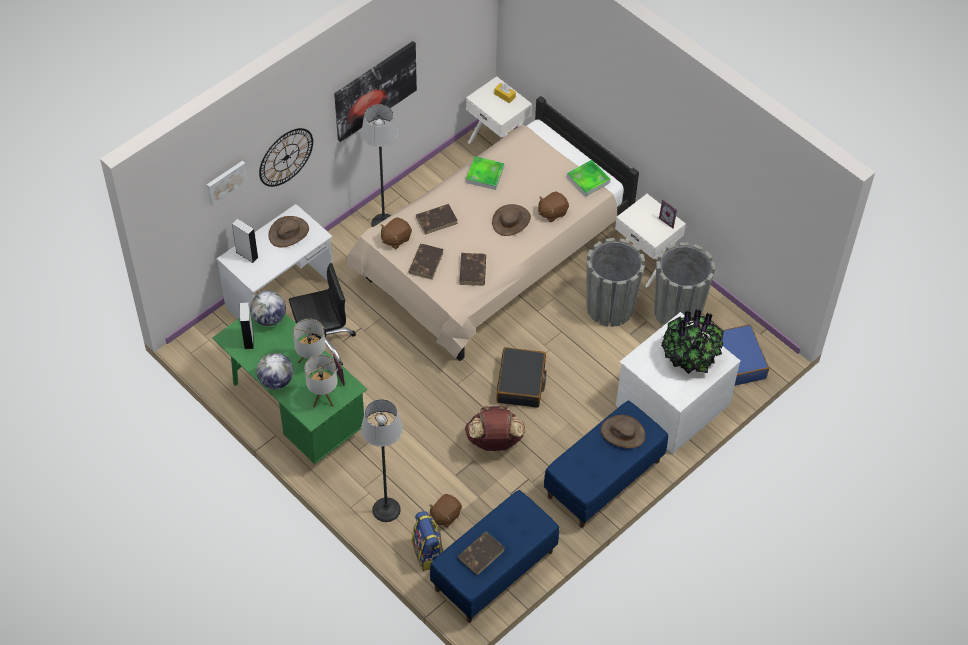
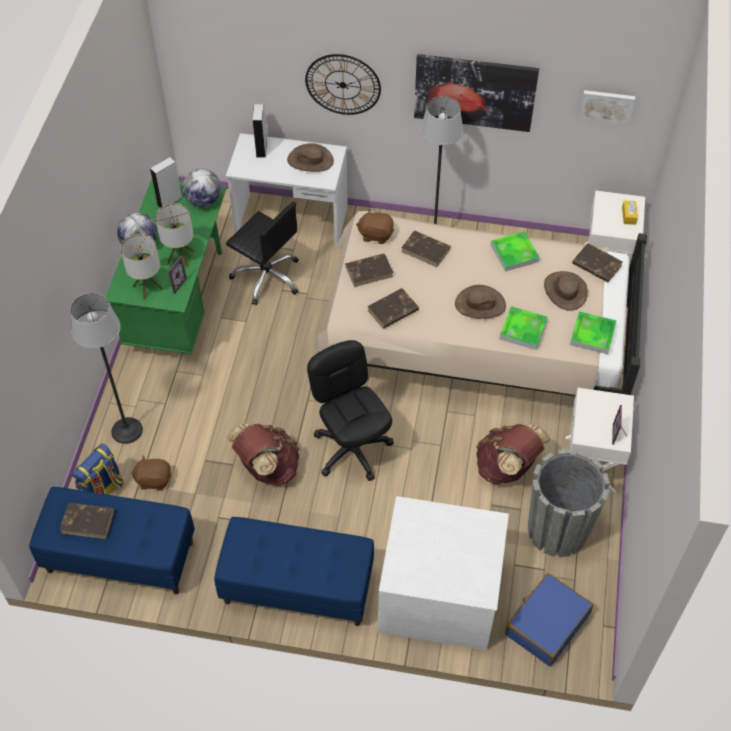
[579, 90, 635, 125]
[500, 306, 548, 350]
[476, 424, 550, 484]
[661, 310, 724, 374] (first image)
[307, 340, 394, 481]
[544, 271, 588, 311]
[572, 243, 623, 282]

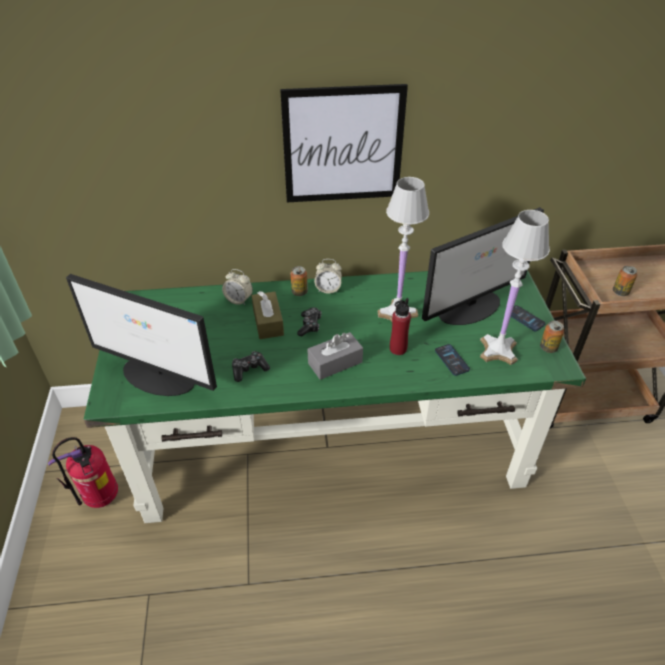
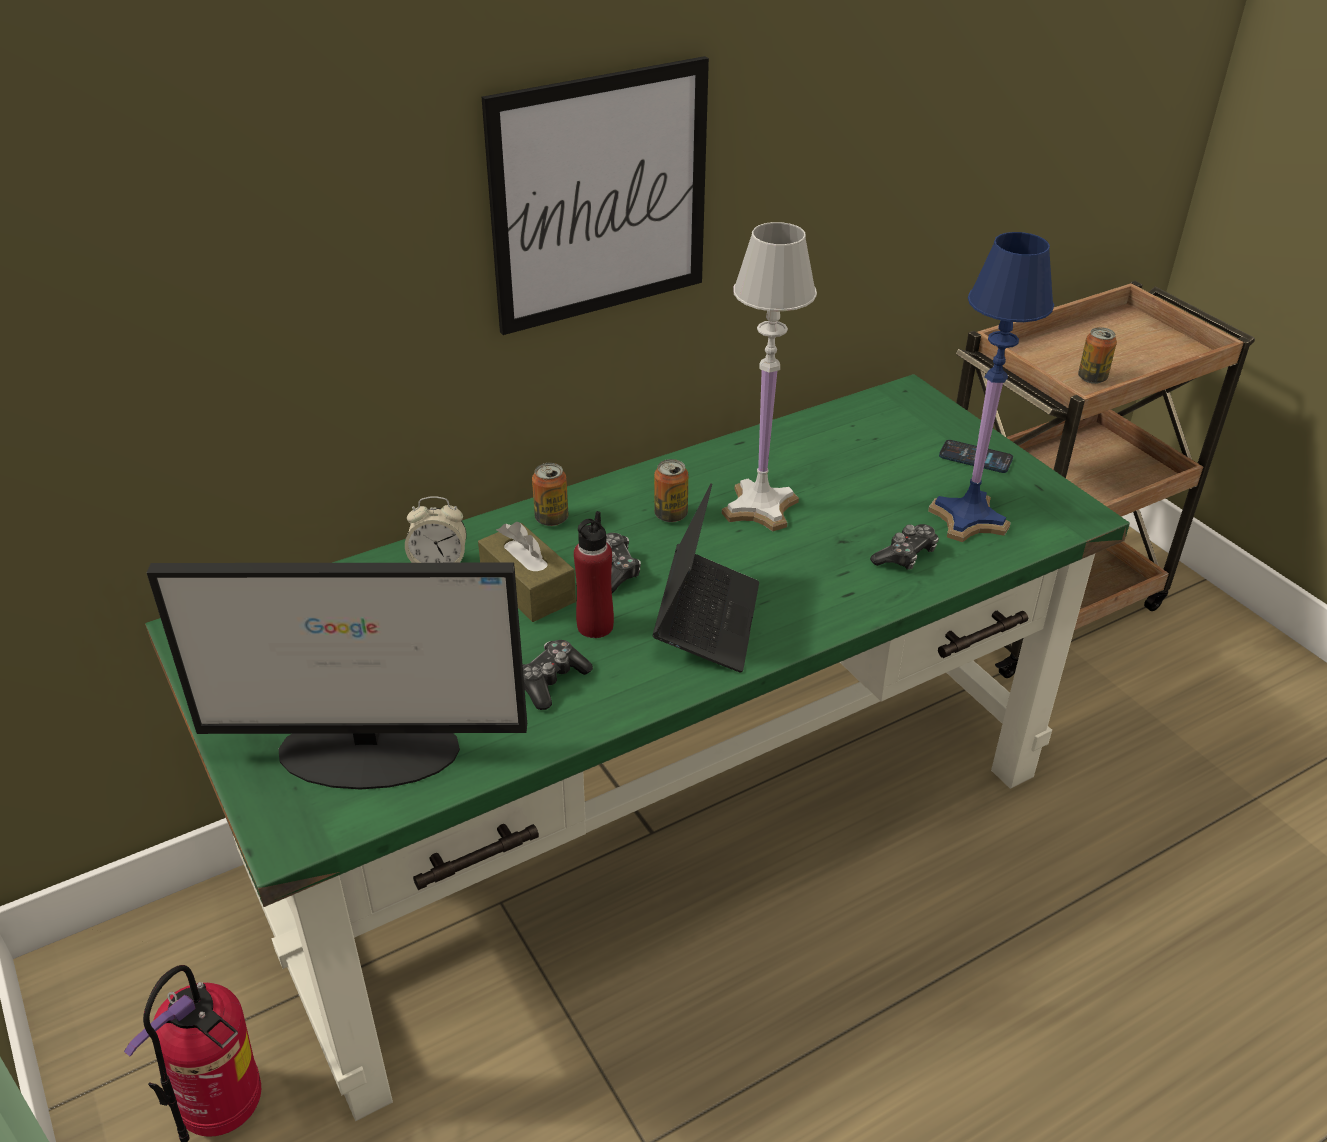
[422, 207, 544, 325] (first image)
[928, 232, 1054, 542]
[314, 259, 342, 293] (first image)
[574, 511, 614, 638]
[654, 459, 688, 522]
[652, 483, 759, 673]
[870, 524, 939, 570]

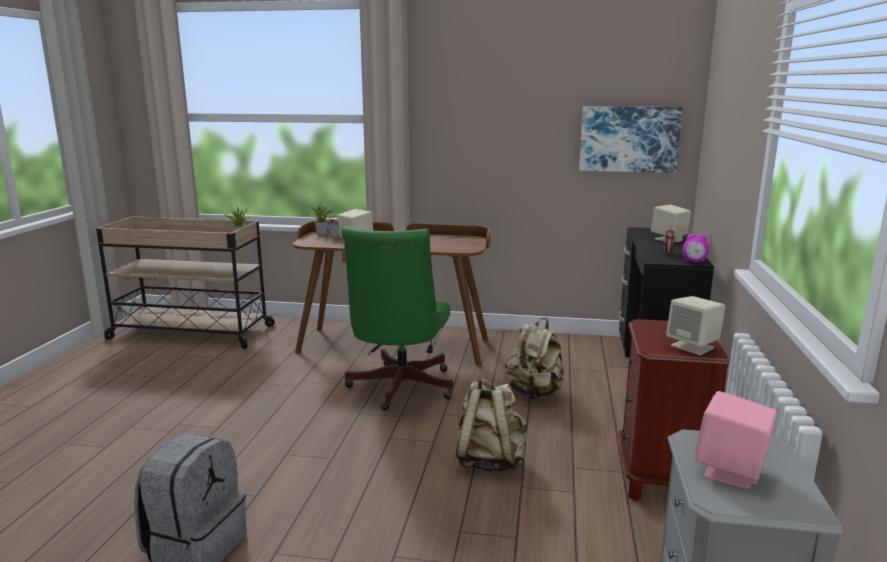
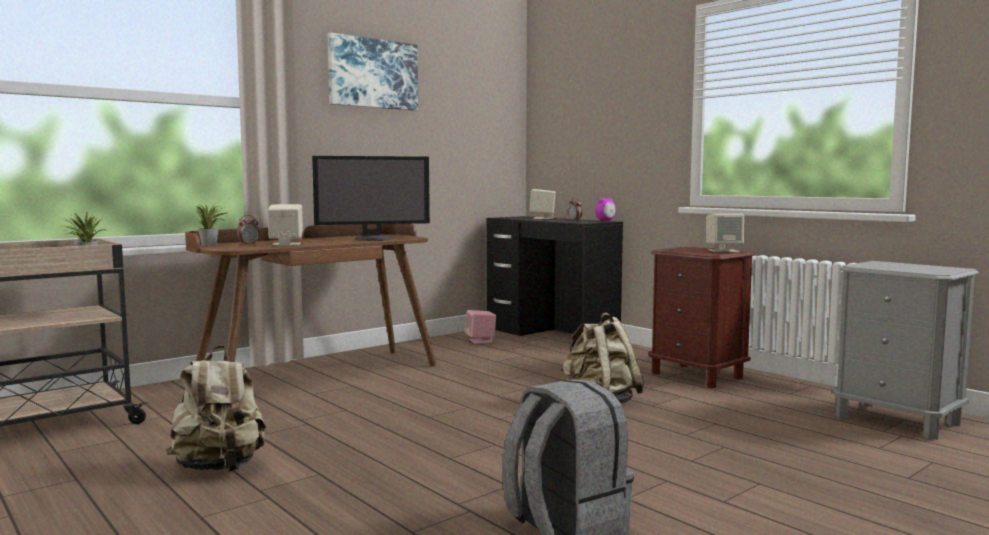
[328, 33, 418, 110]
[341, 226, 453, 411] (first image)
[166, 345, 266, 472]
[465, 310, 496, 344]
[312, 156, 430, 241]

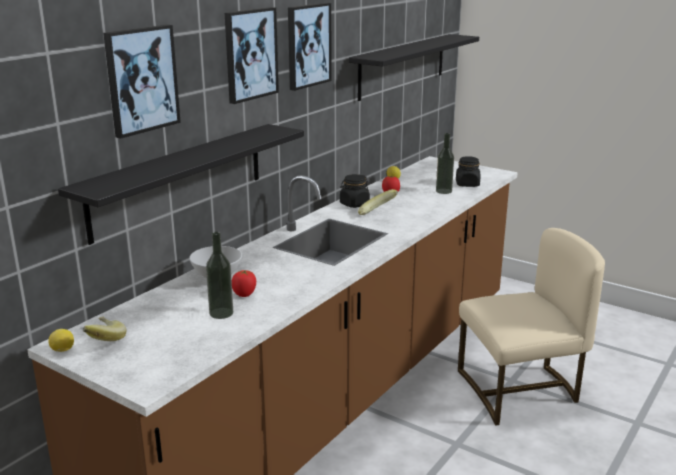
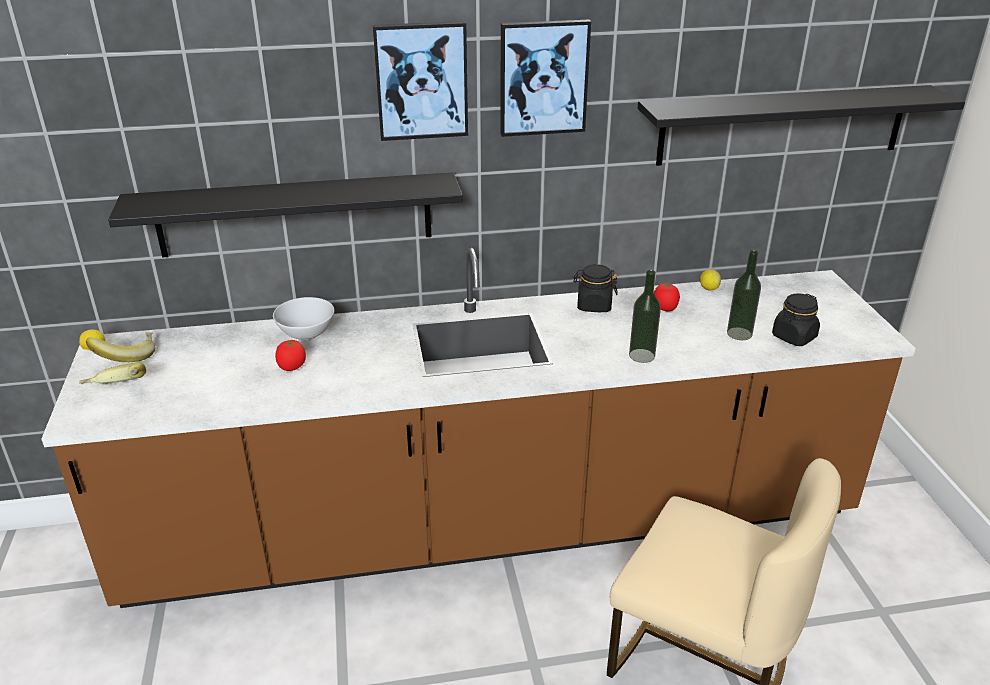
[103, 25, 181, 139] (first image)
[79, 362, 146, 384]
[629, 270, 661, 363]

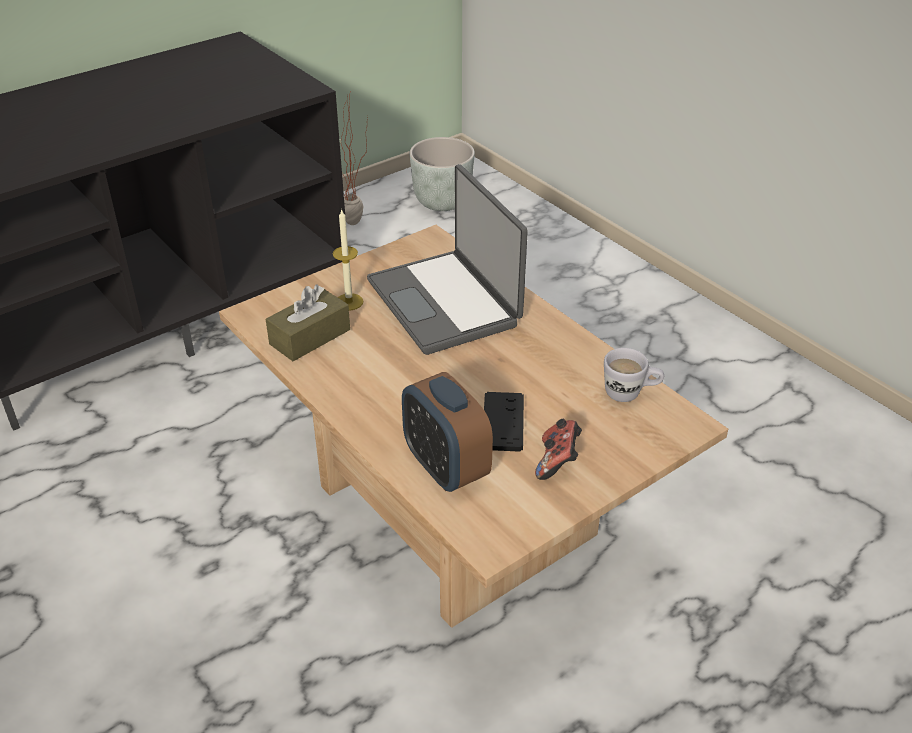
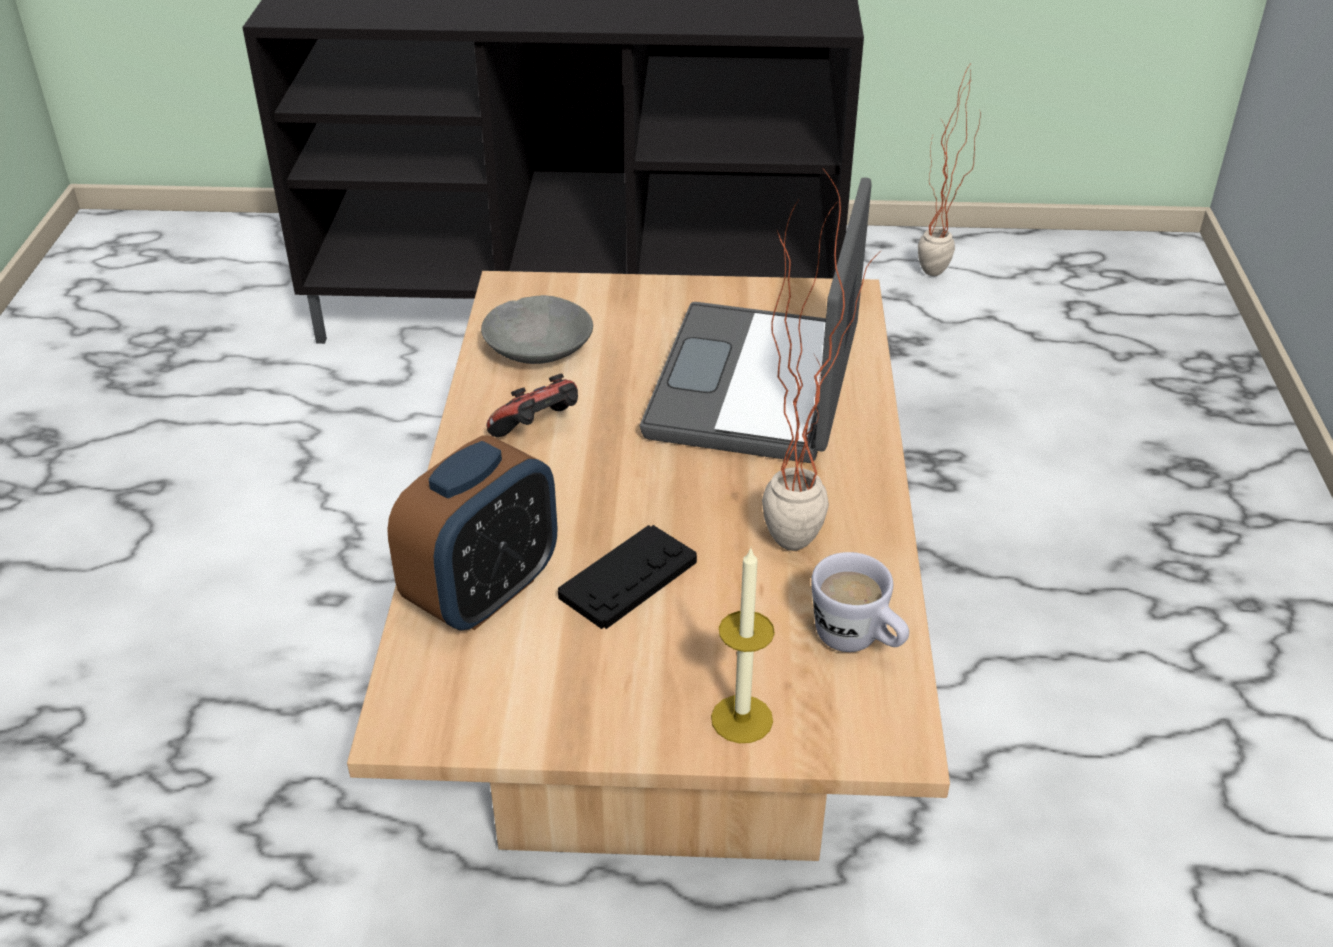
[409, 137, 475, 211] (first image)
[711, 547, 775, 743]
[481, 295, 593, 364]
[387, 435, 557, 631]
[486, 373, 578, 437]
[762, 170, 881, 551]

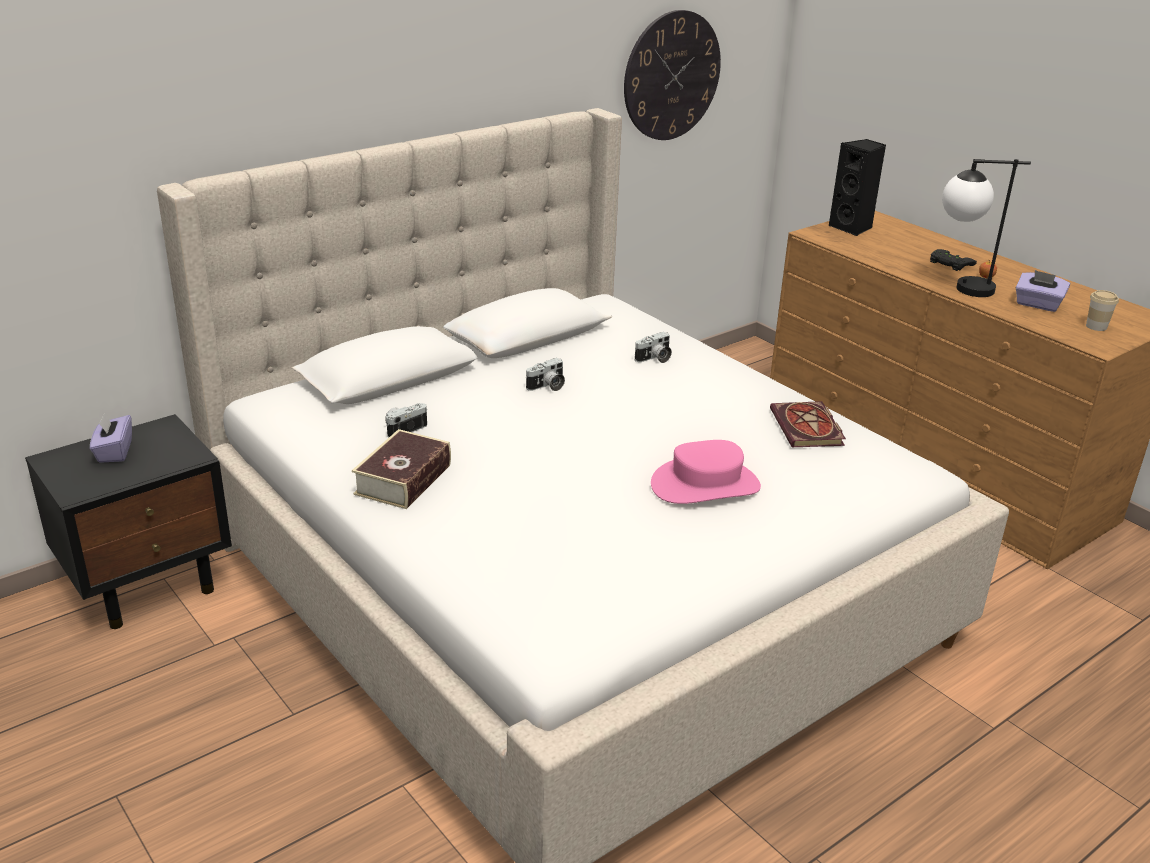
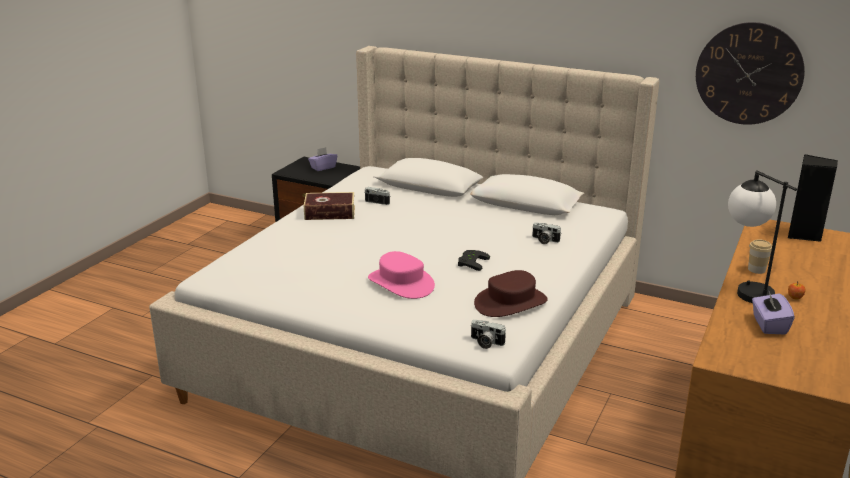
[458, 250, 490, 271]
[748, 239, 772, 274]
[470, 320, 507, 349]
[474, 270, 548, 317]

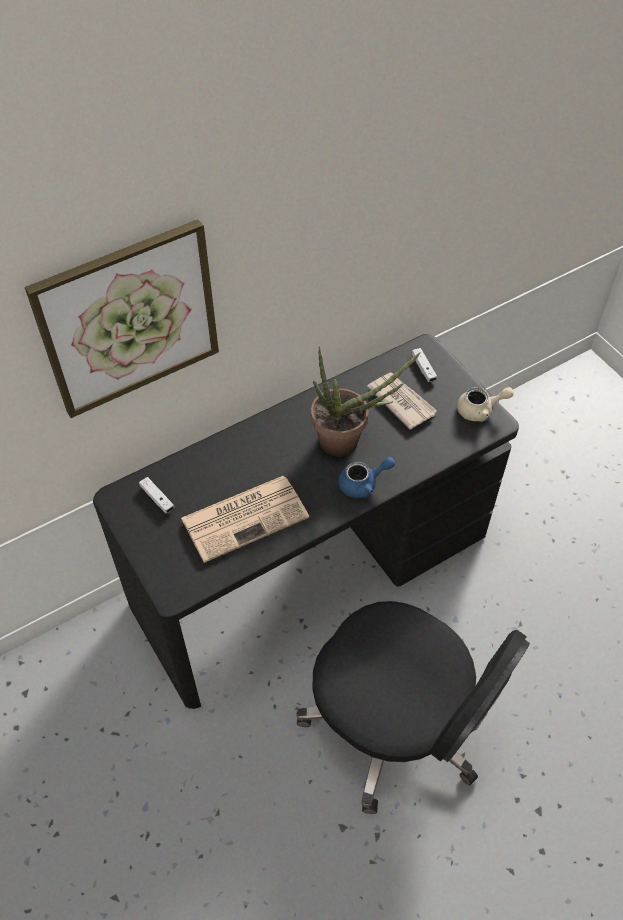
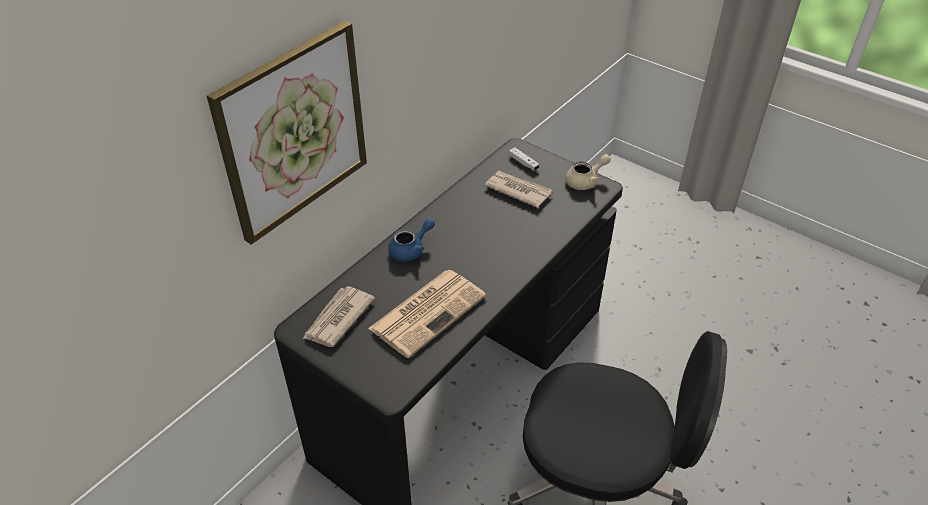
[311, 347, 421, 456] (first image)
[388, 218, 435, 262]
[302, 286, 375, 347]

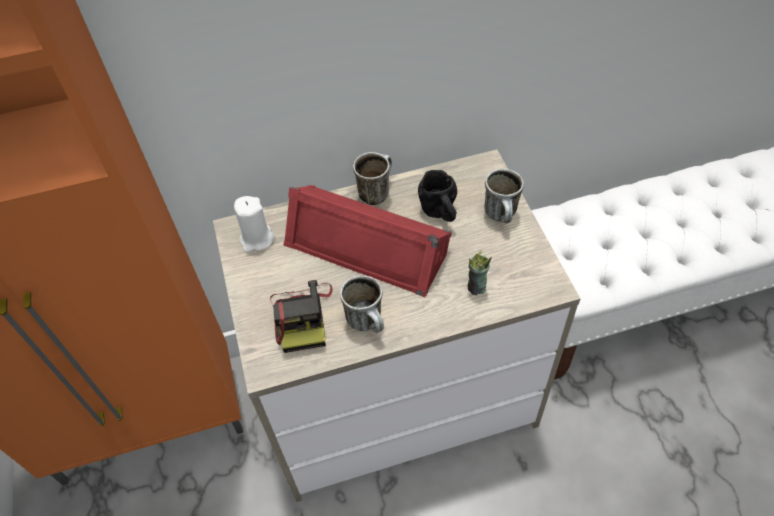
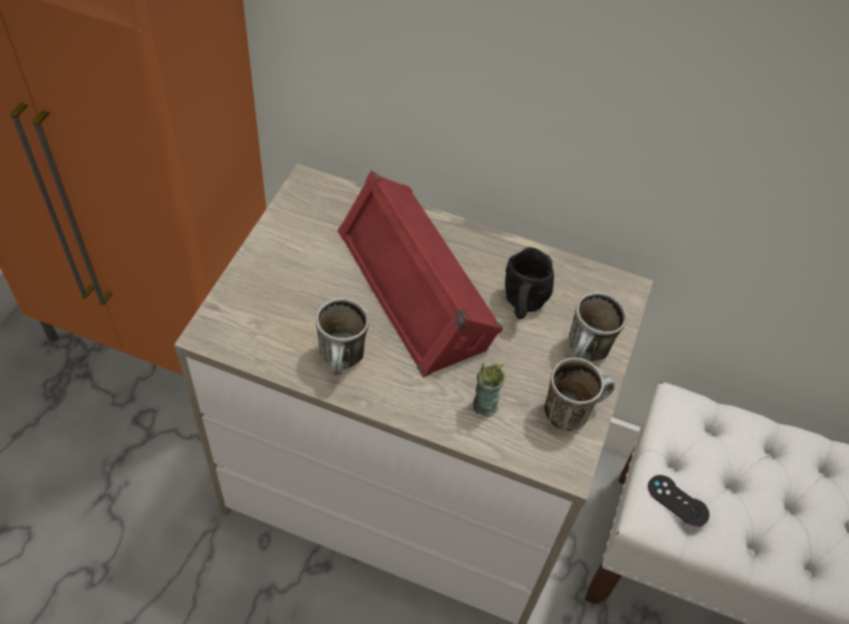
[544, 357, 615, 431]
[234, 196, 275, 253] (first image)
[270, 280, 332, 353] (first image)
[648, 475, 709, 527]

